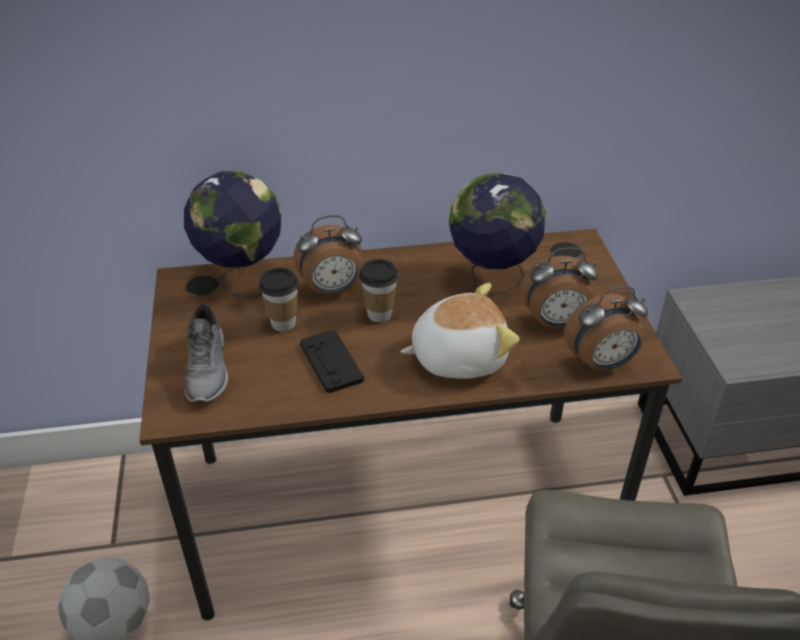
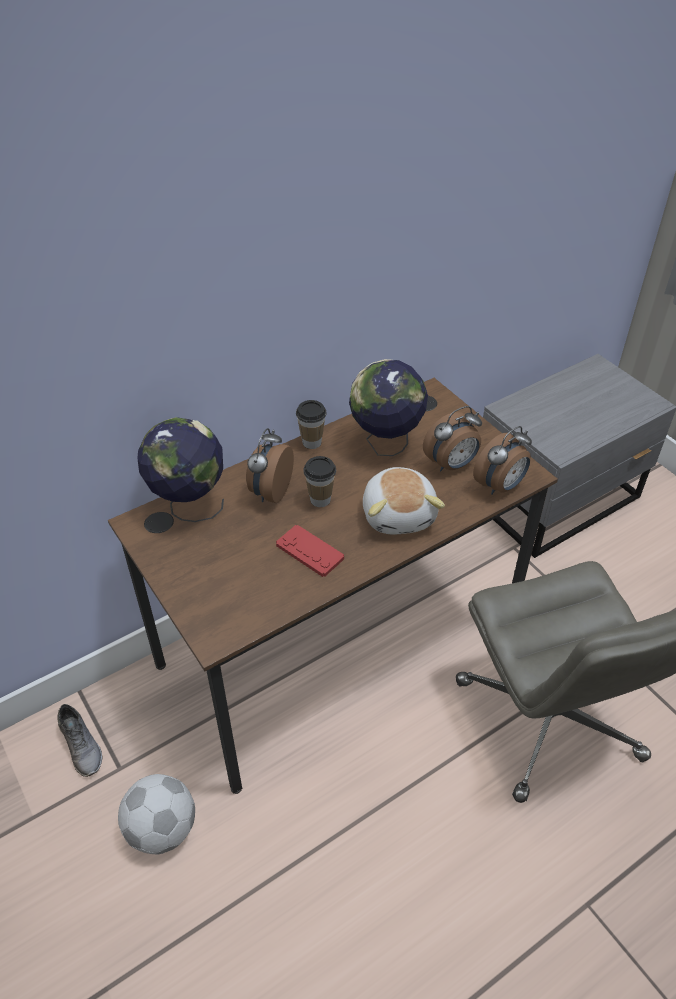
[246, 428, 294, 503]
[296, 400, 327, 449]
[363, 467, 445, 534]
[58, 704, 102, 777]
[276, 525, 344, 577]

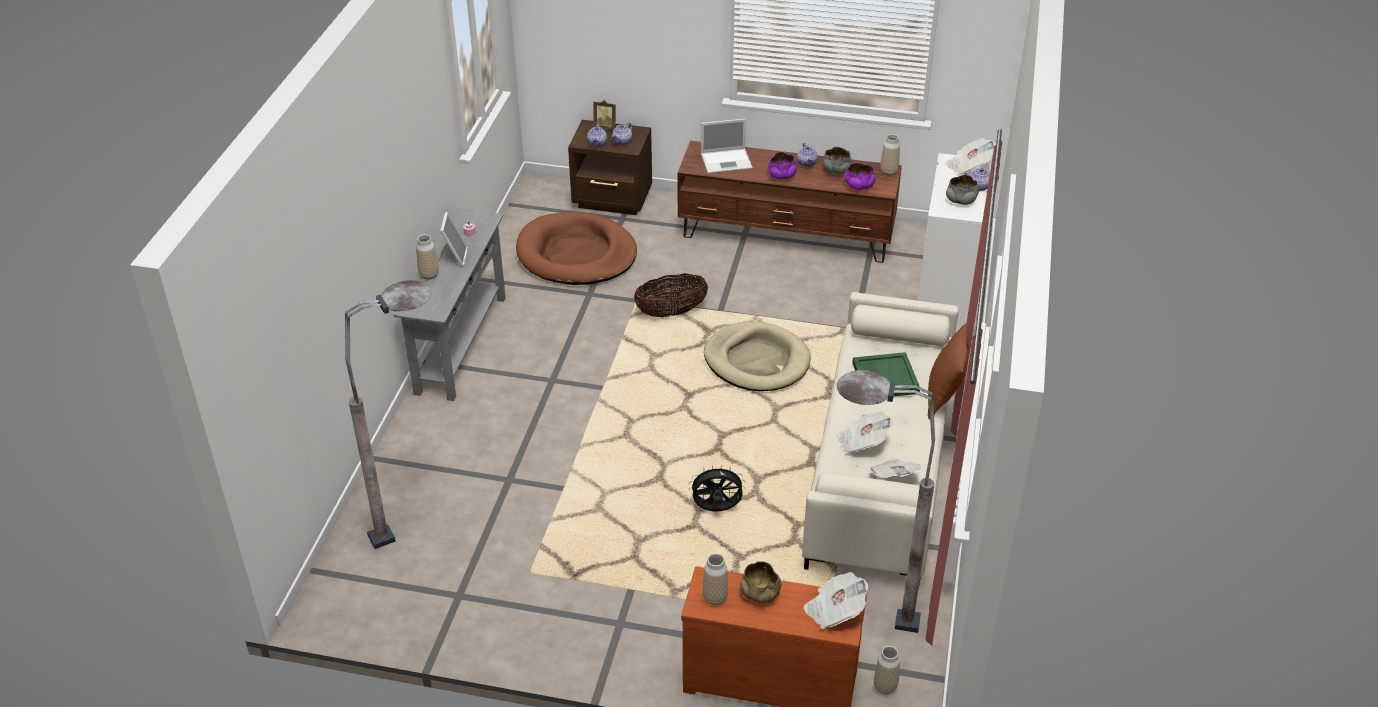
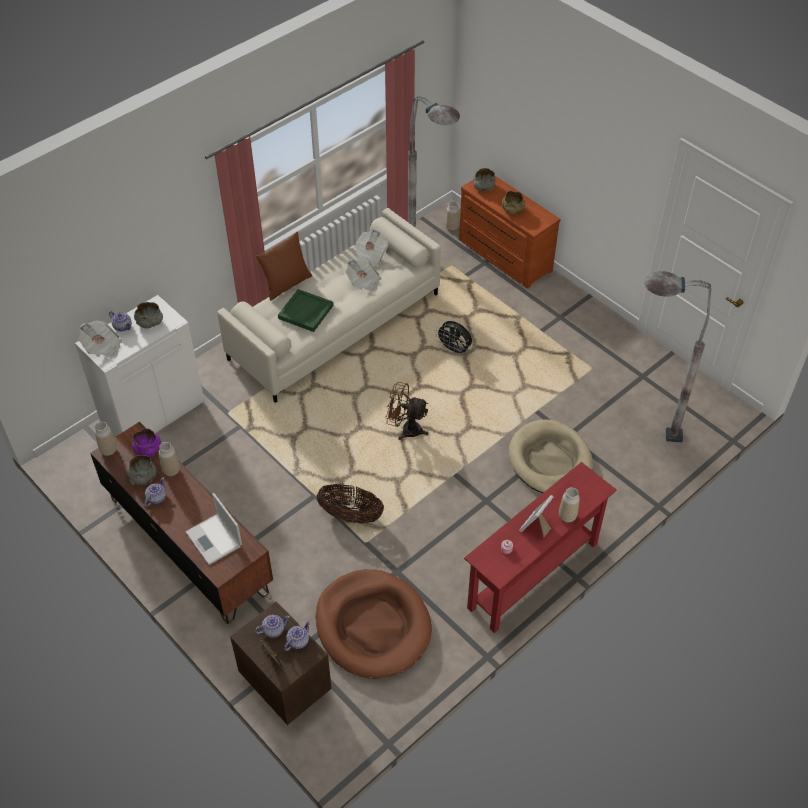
[185, 493, 242, 565]
[768, 152, 797, 179] (first image)
[464, 462, 617, 633]
[509, 420, 593, 493]
[159, 442, 180, 476]
[473, 168, 495, 191]
[385, 382, 429, 440]

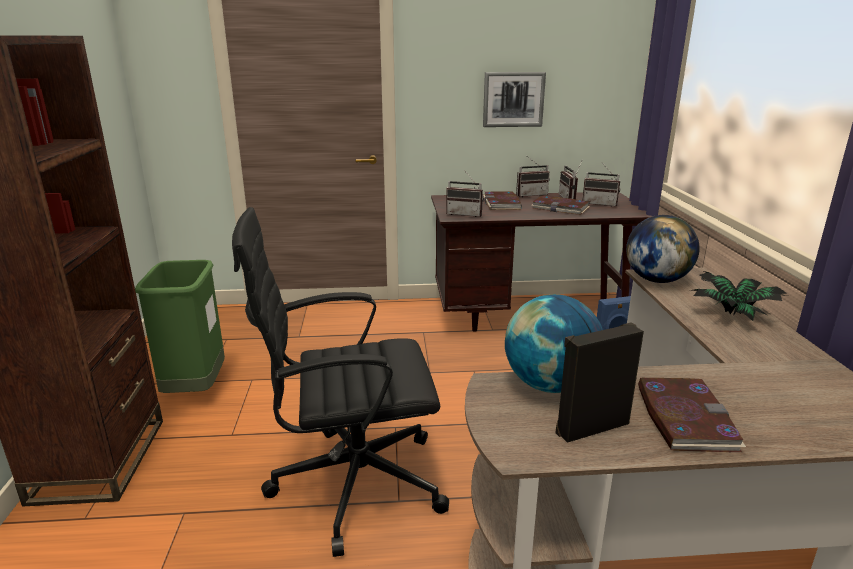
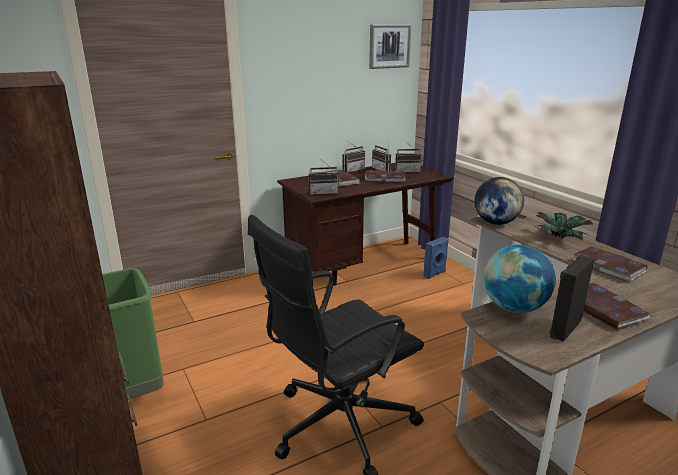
[369, 24, 411, 69]
[572, 246, 648, 282]

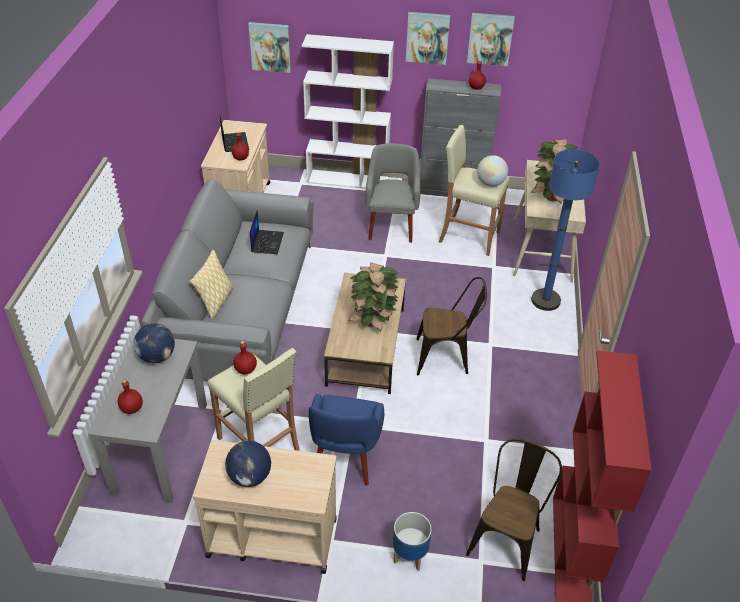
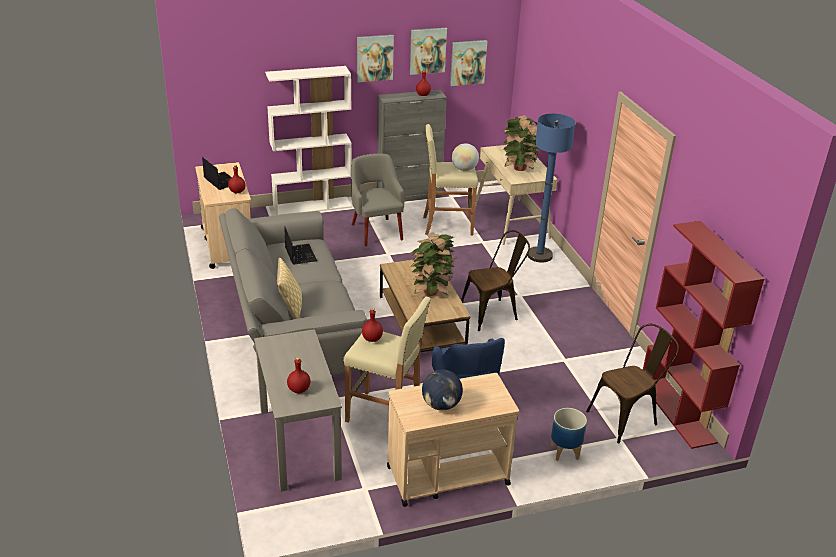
[450, 40, 487, 86]
[134, 324, 175, 363] (first image)
[586, 324, 679, 443]

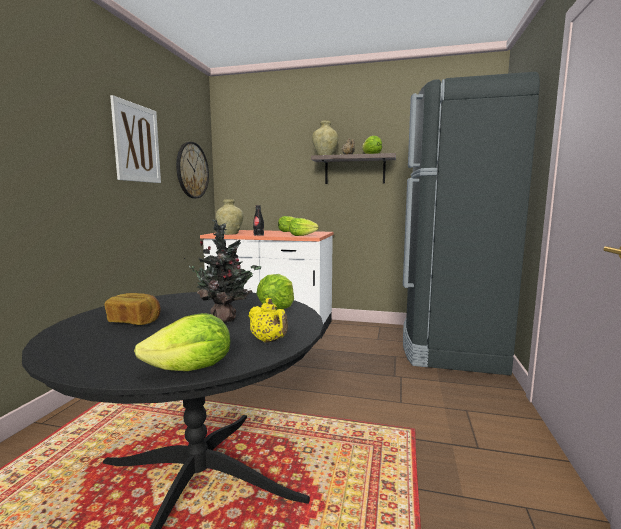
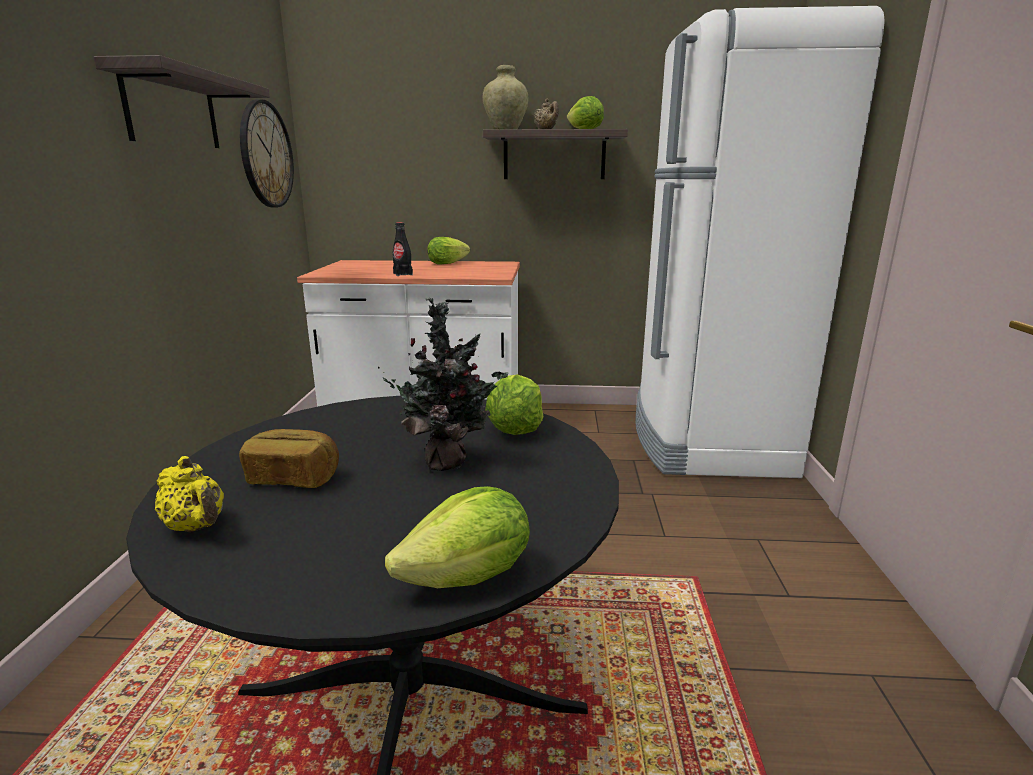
[636, 6, 885, 478]
[94, 55, 270, 148]
[216, 199, 244, 235] (first image)
[289, 218, 319, 236] (first image)
[155, 456, 224, 532]

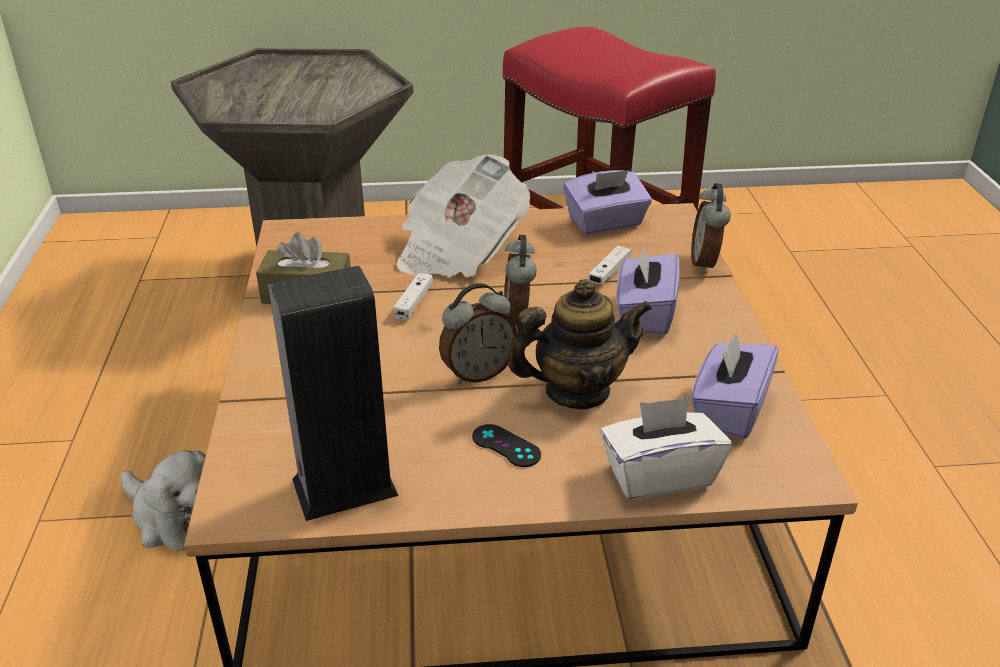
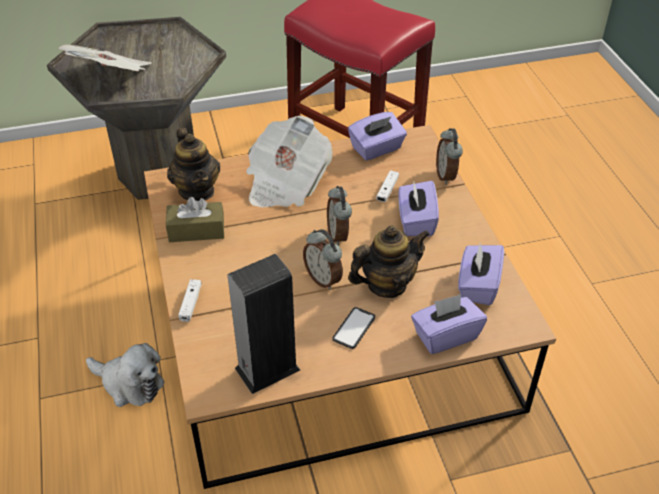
[178, 279, 202, 322]
[303, 229, 343, 290]
[411, 294, 487, 354]
[332, 307, 375, 349]
[58, 44, 151, 71]
[167, 128, 220, 201]

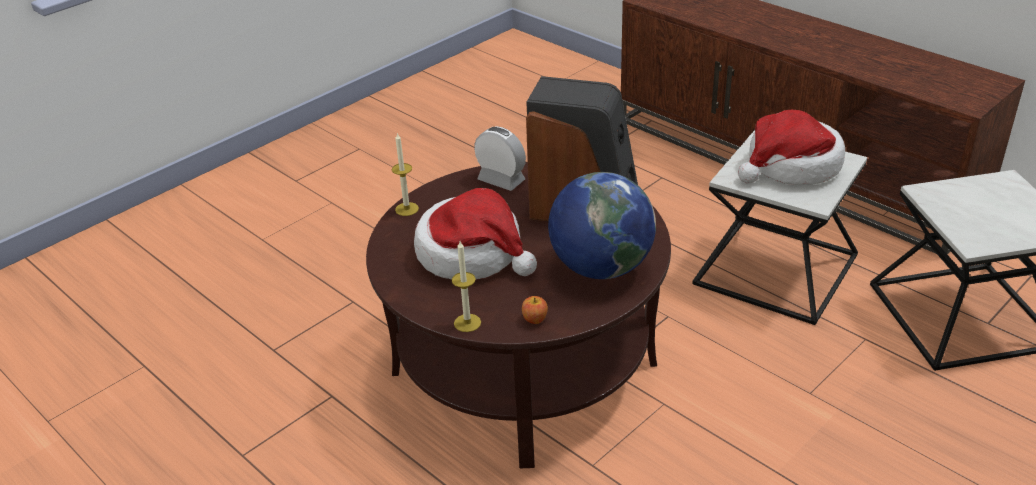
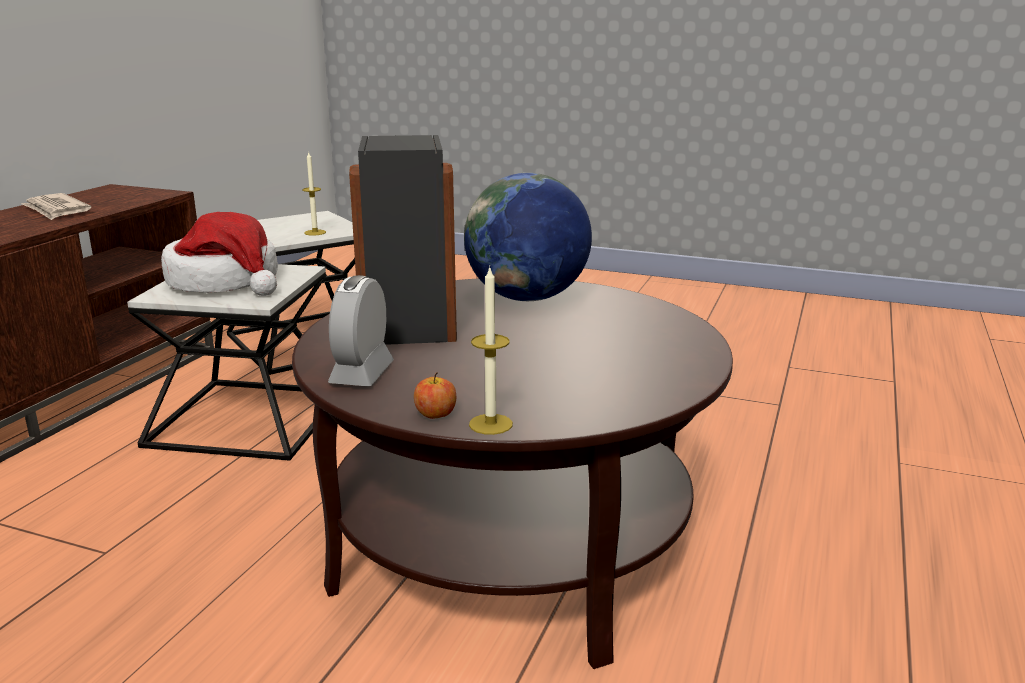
[414, 188, 537, 279] (first image)
[302, 151, 326, 236]
[414, 372, 456, 419]
[22, 193, 91, 220]

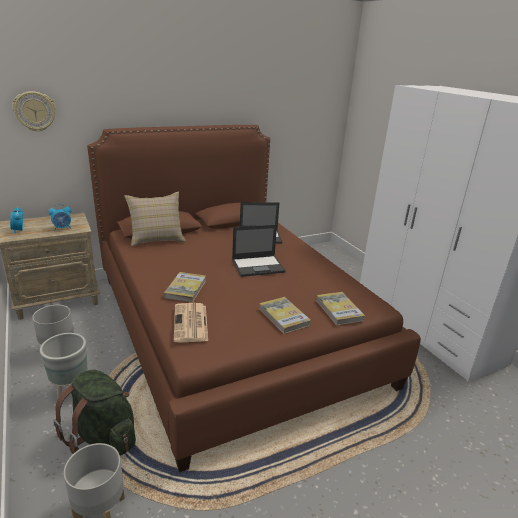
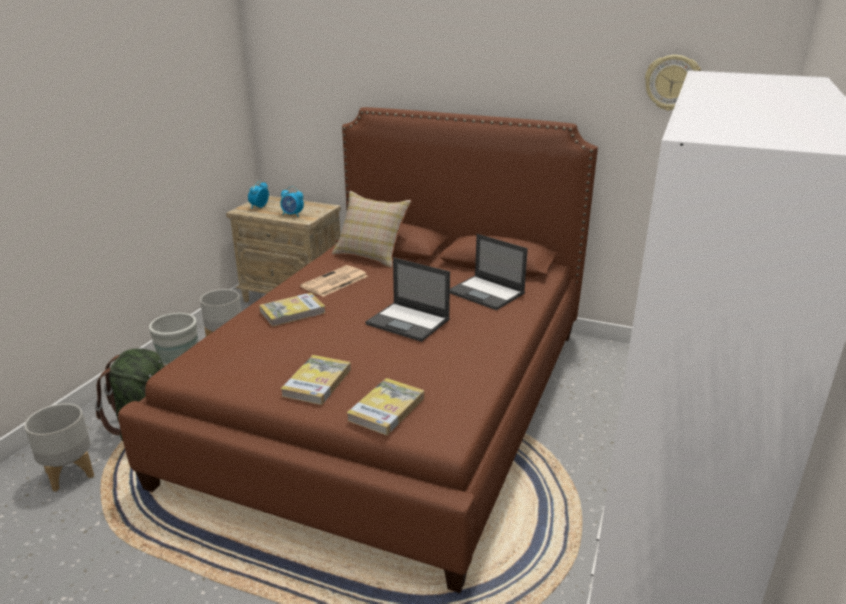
[645, 55, 701, 111]
[300, 265, 368, 297]

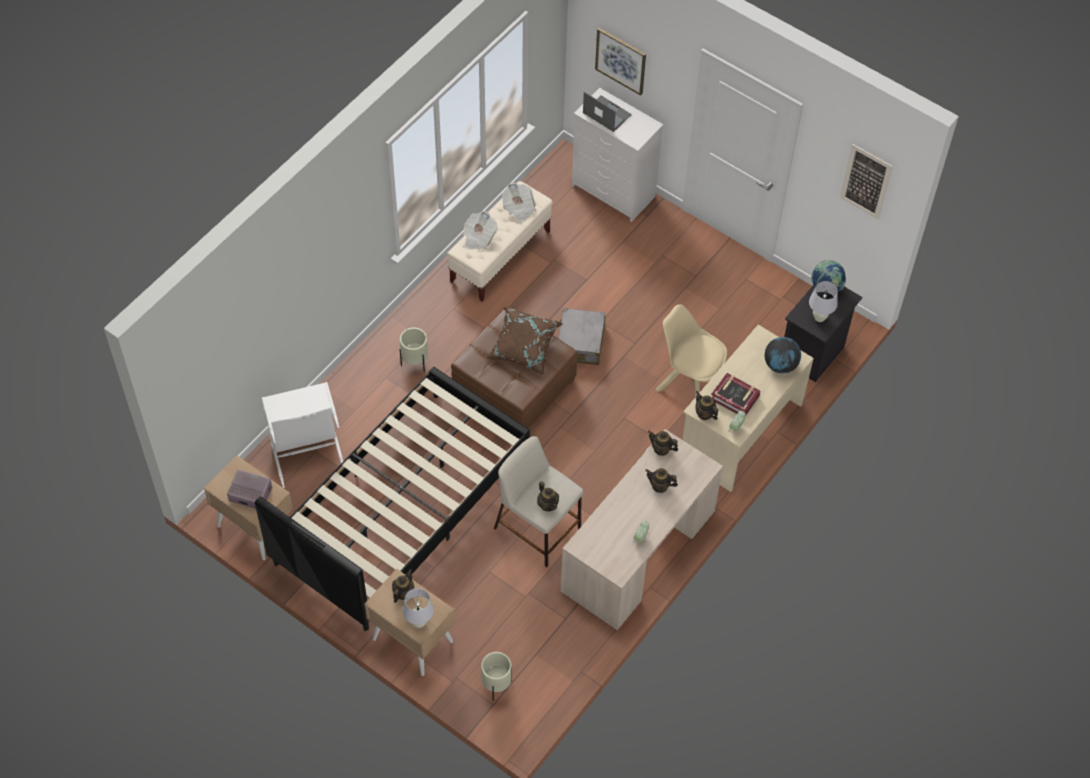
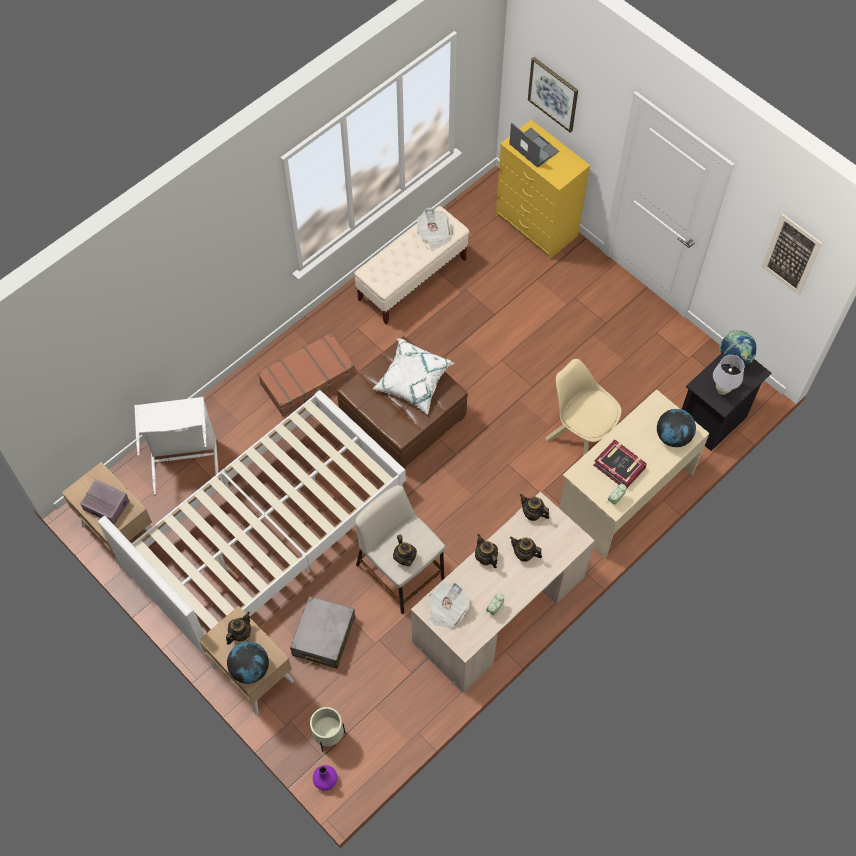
[496, 120, 590, 259]
[428, 583, 470, 629]
[373, 338, 455, 415]
[290, 596, 355, 668]
[258, 333, 355, 416]
[98, 390, 406, 658]
[475, 534, 498, 568]
[227, 642, 269, 684]
[313, 765, 338, 791]

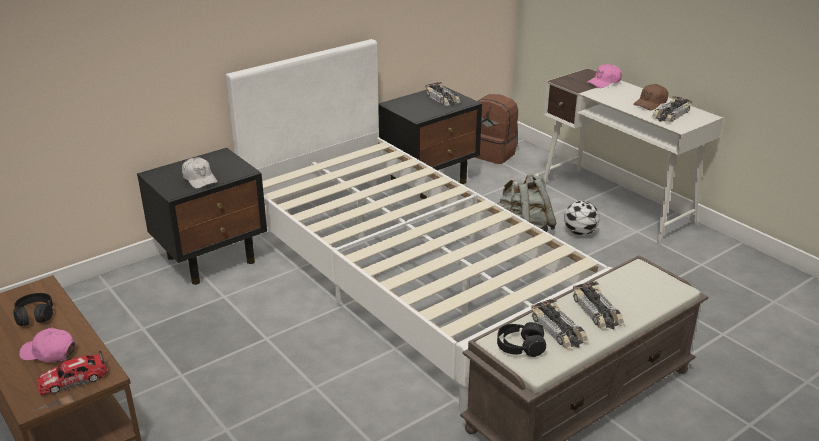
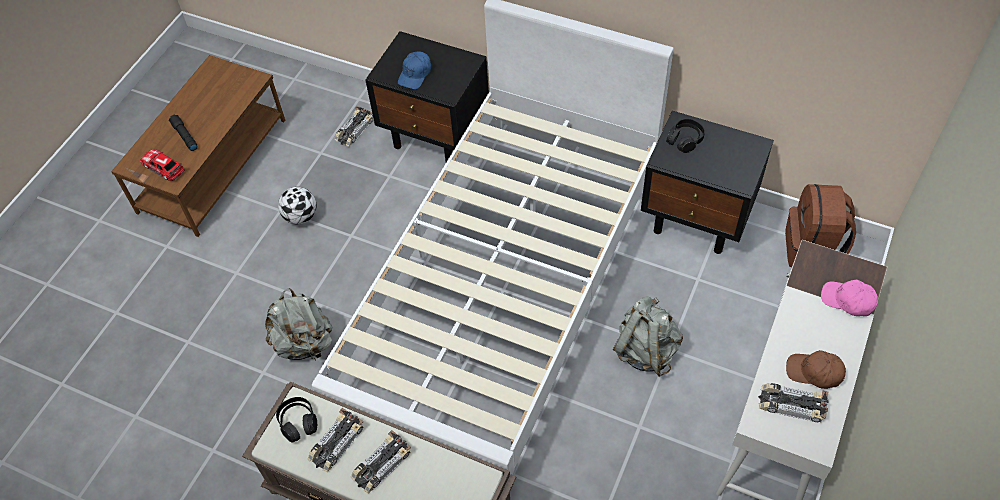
[334, 106, 373, 147]
[398, 51, 431, 89]
[278, 187, 317, 224]
[666, 119, 705, 153]
[169, 115, 198, 151]
[265, 288, 333, 361]

